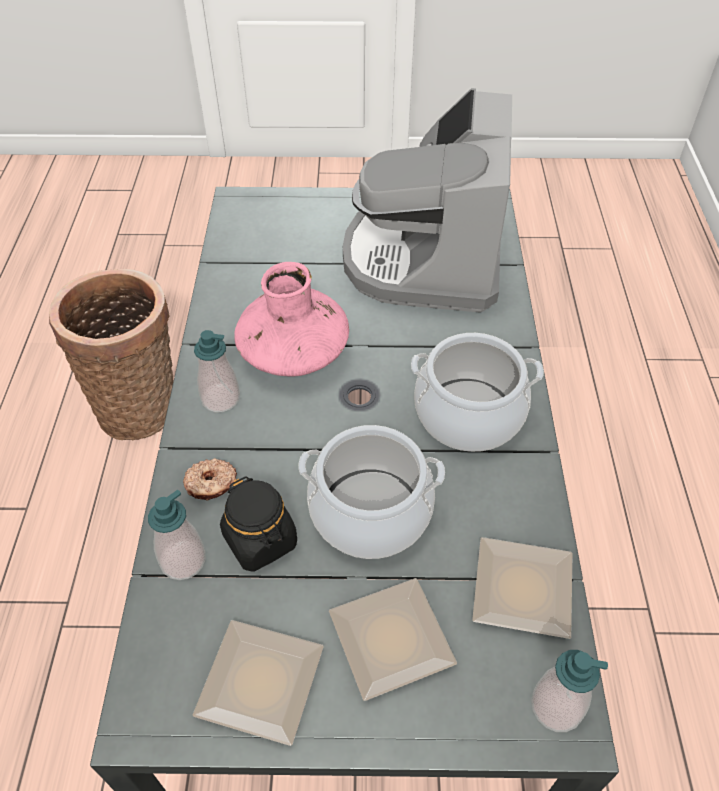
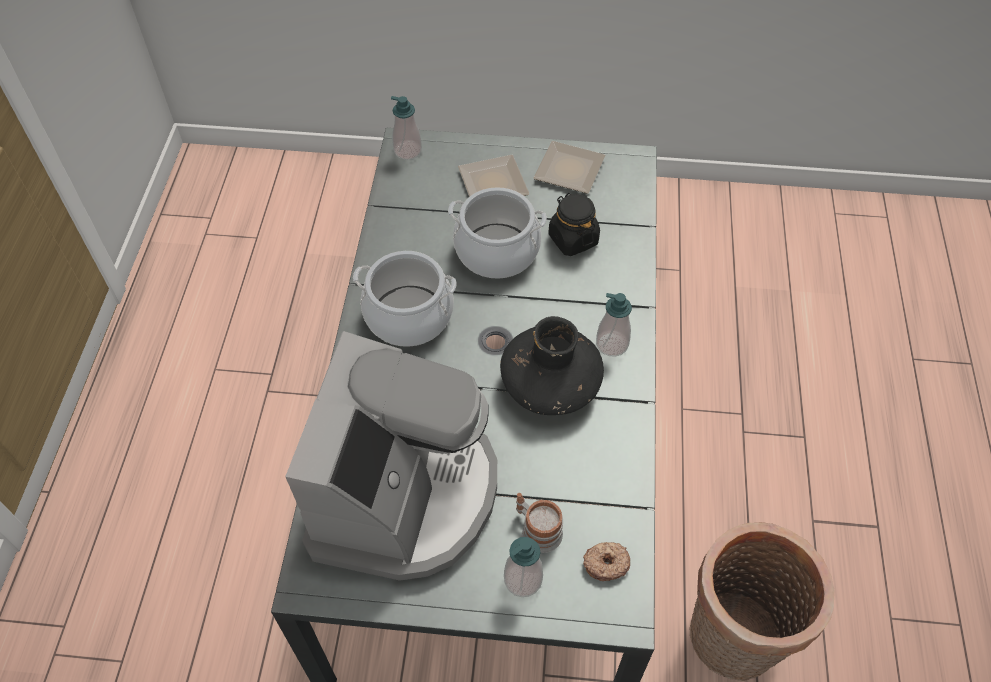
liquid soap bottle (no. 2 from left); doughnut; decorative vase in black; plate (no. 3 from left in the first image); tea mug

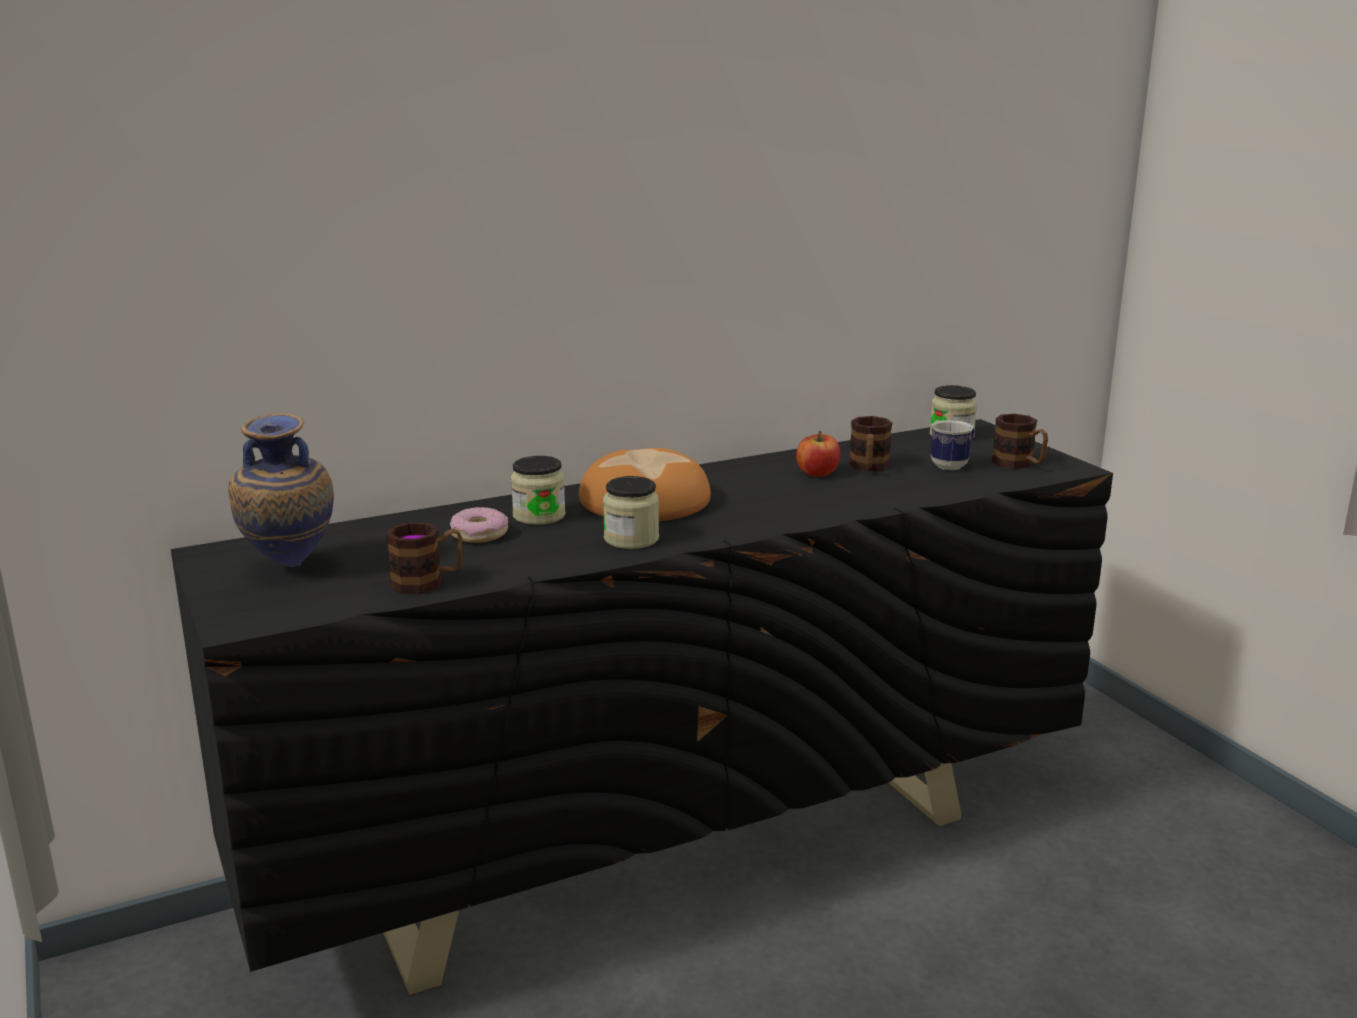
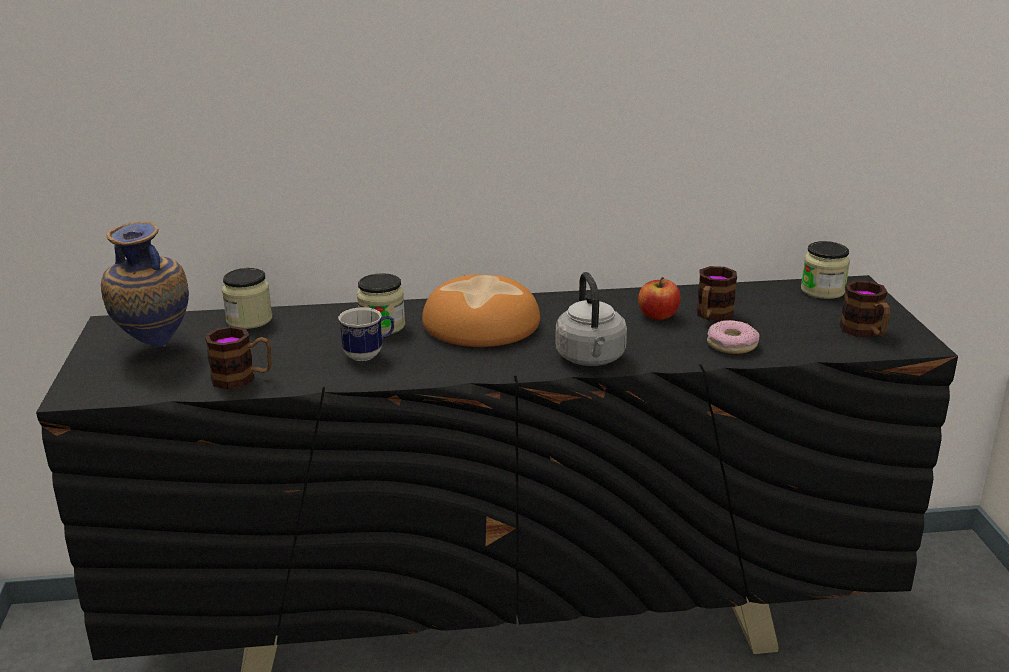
doughnut; preserve jar (no. 1 from left); tea mug (no. 2 from left); water kettle in grey

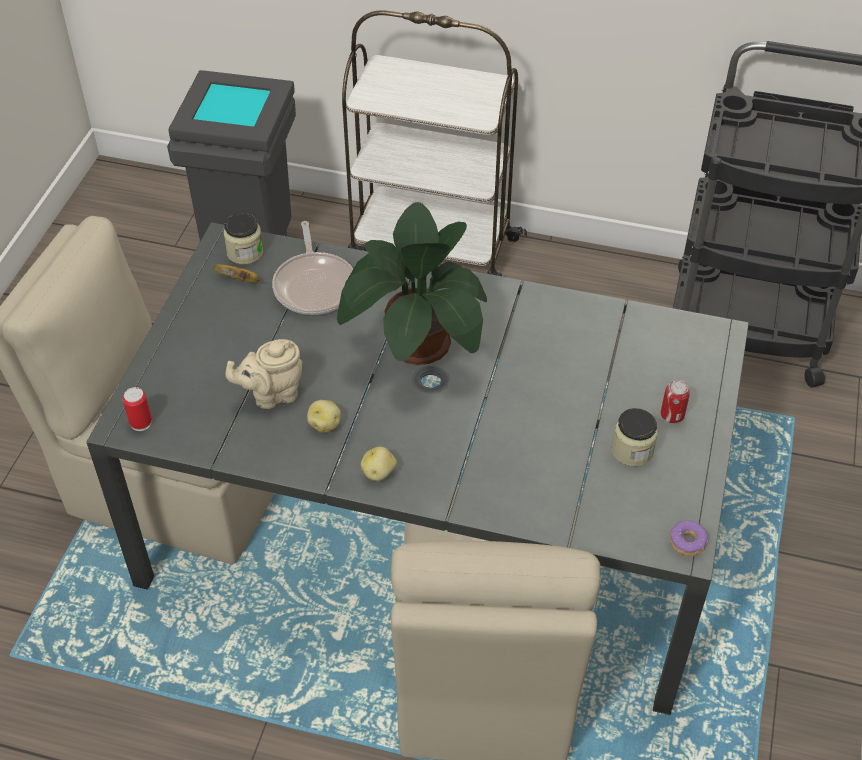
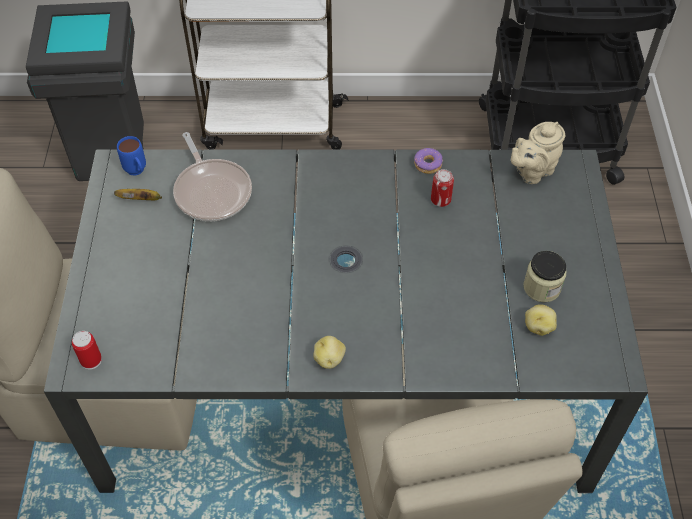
tea mug in blue; tea pot in sand-coloured; potato (no. 2 from left); potted plant; can (no. 2 from left); doughnut

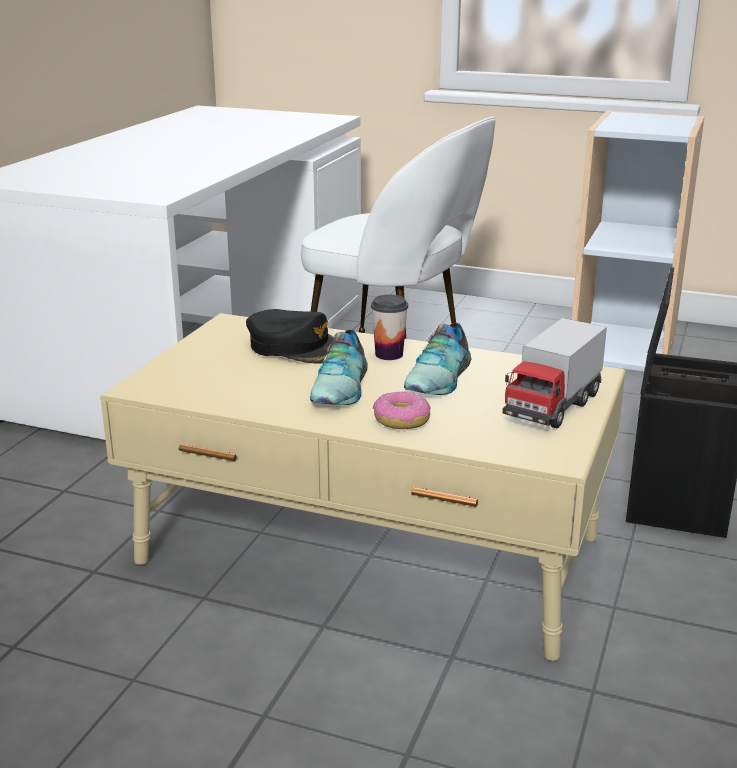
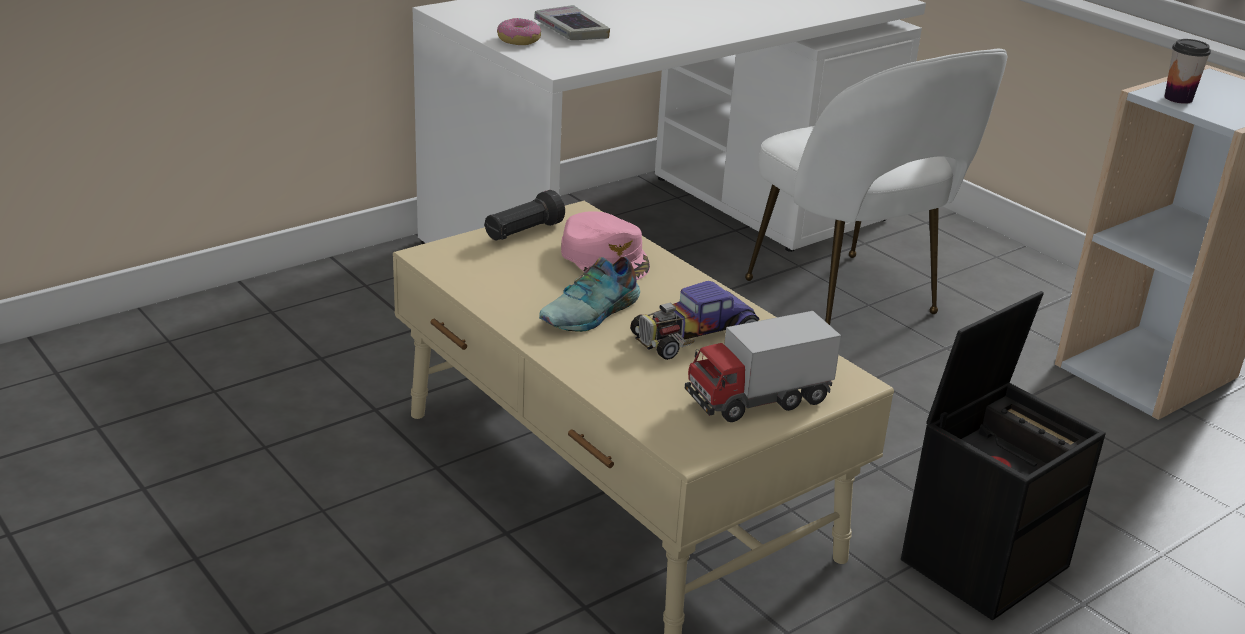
baseball cap in pink-coloured; cup; doughnut; toy car; torch in black; volume

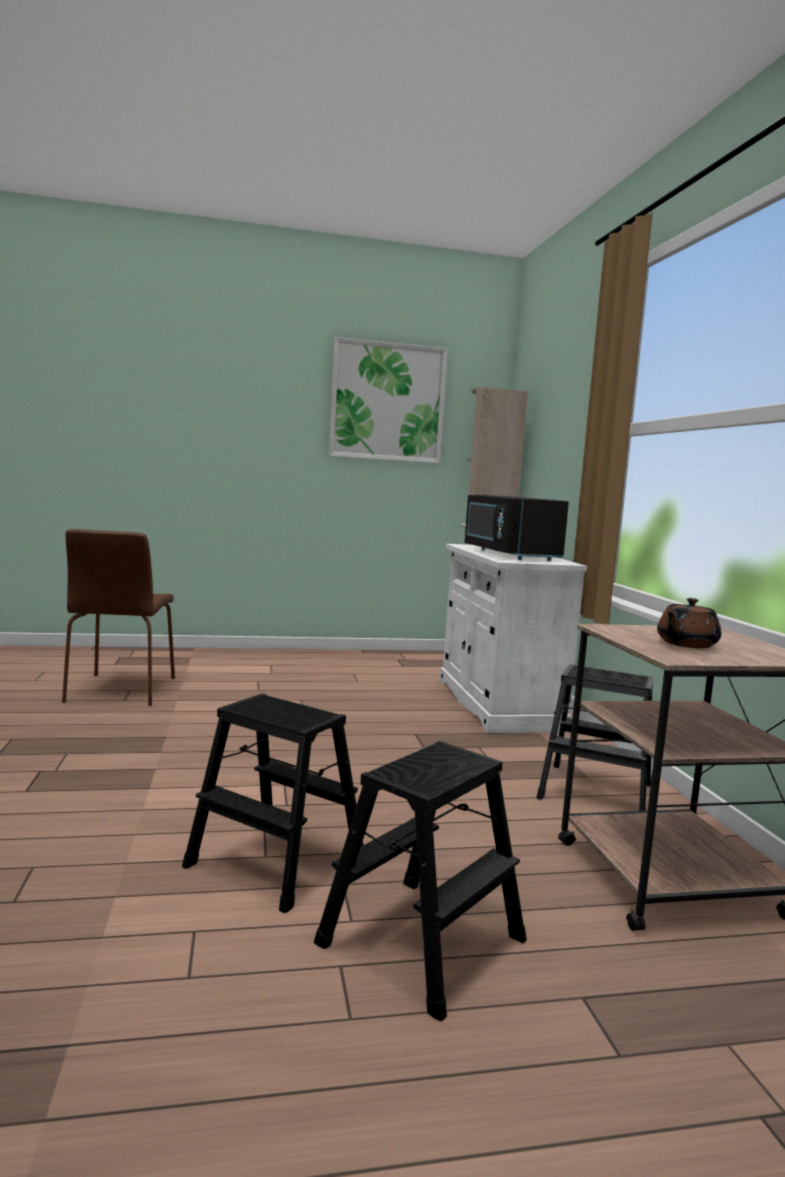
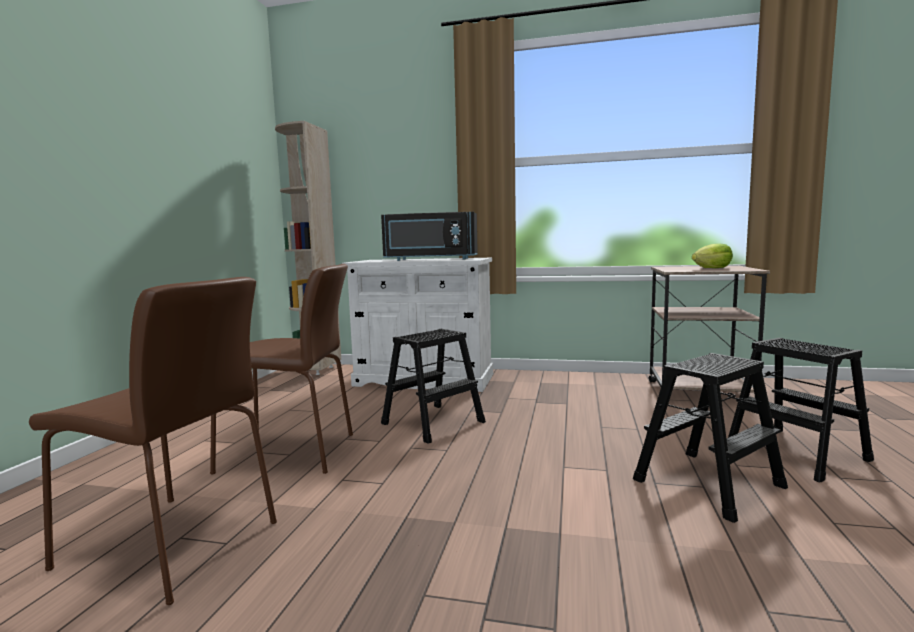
picture; step ladder in black (no. 1 from left); head of lettuce; chair in brownish (no. 2 from left)

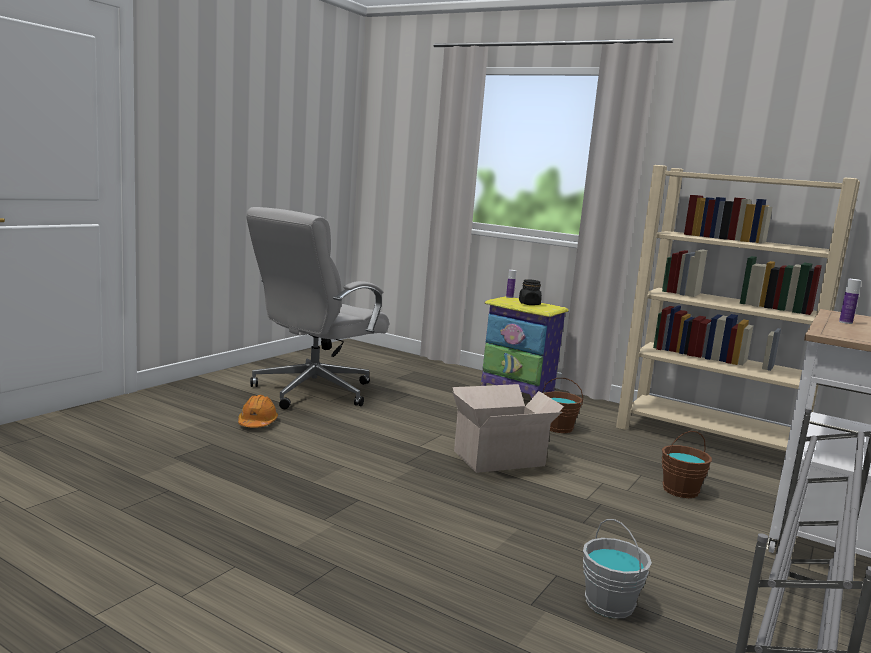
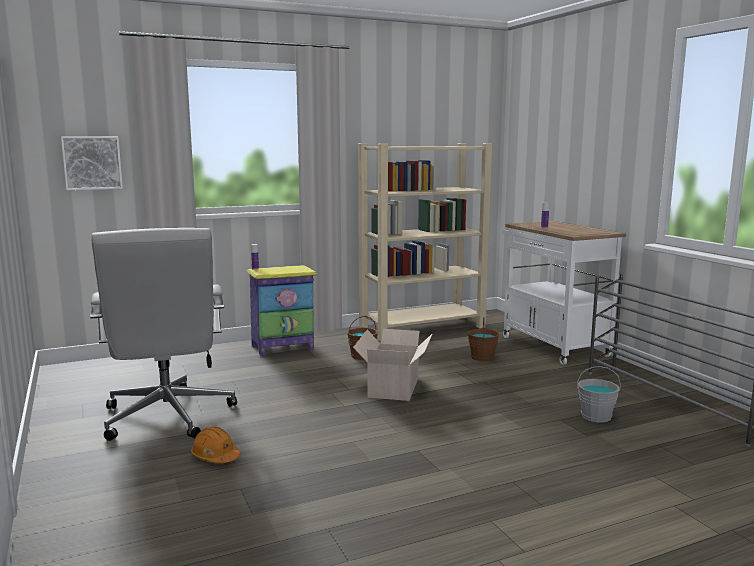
preserve jar in black; picture

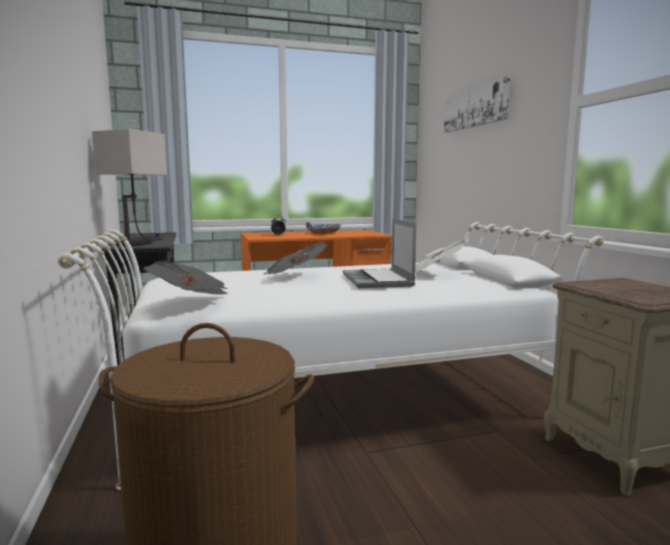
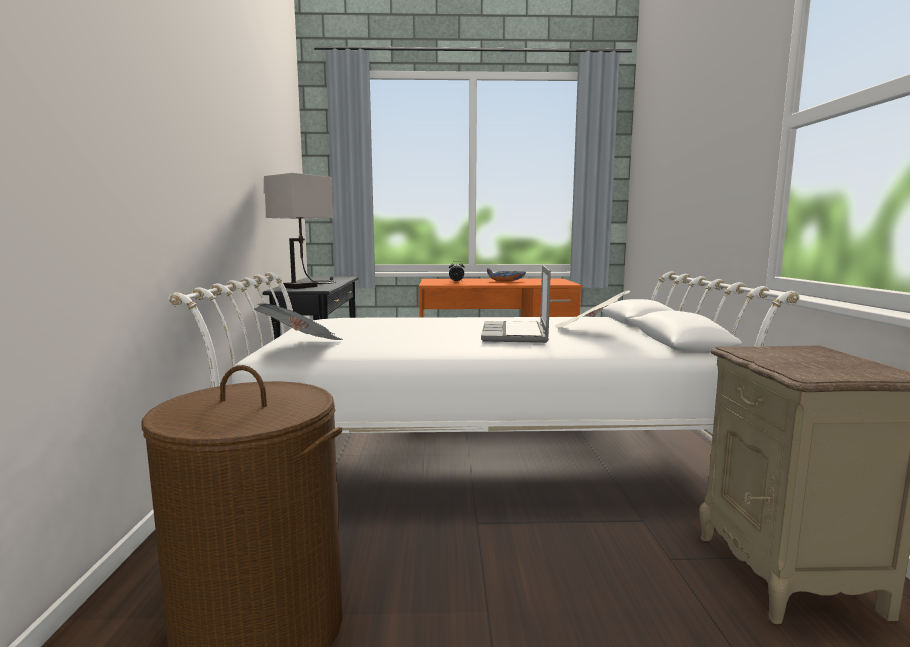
newspaper (no. 2 from left in the first image); picture

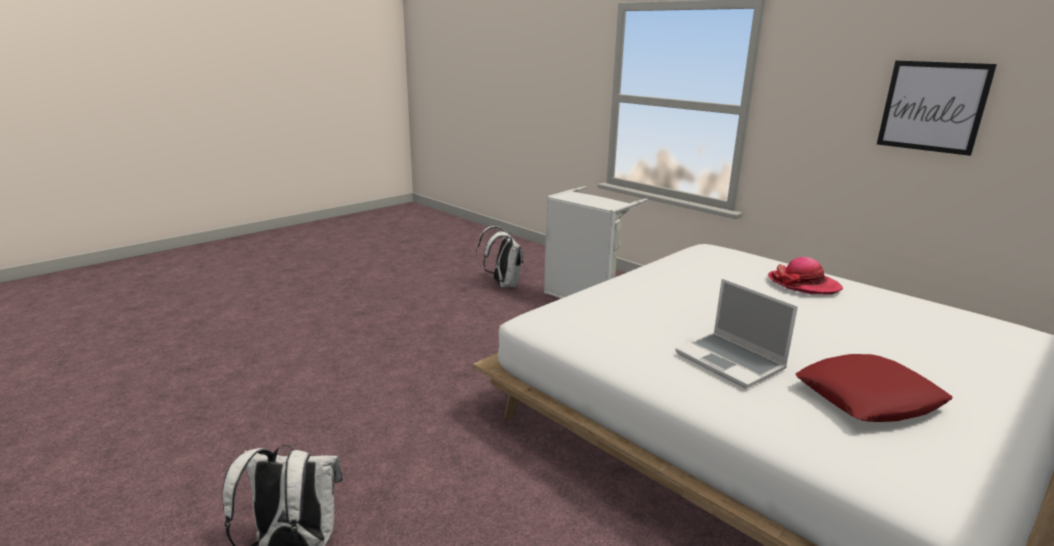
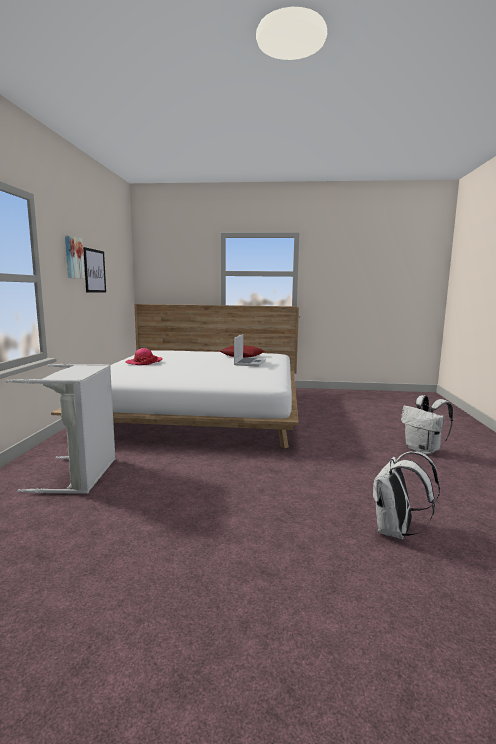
knapsack in whitish (no. 1 from left); picture (no. 1 from left)

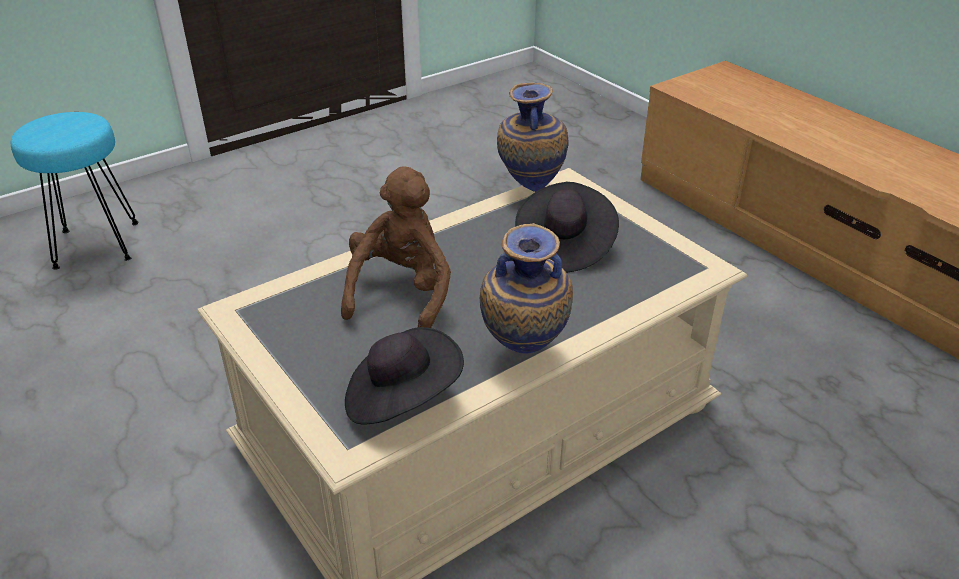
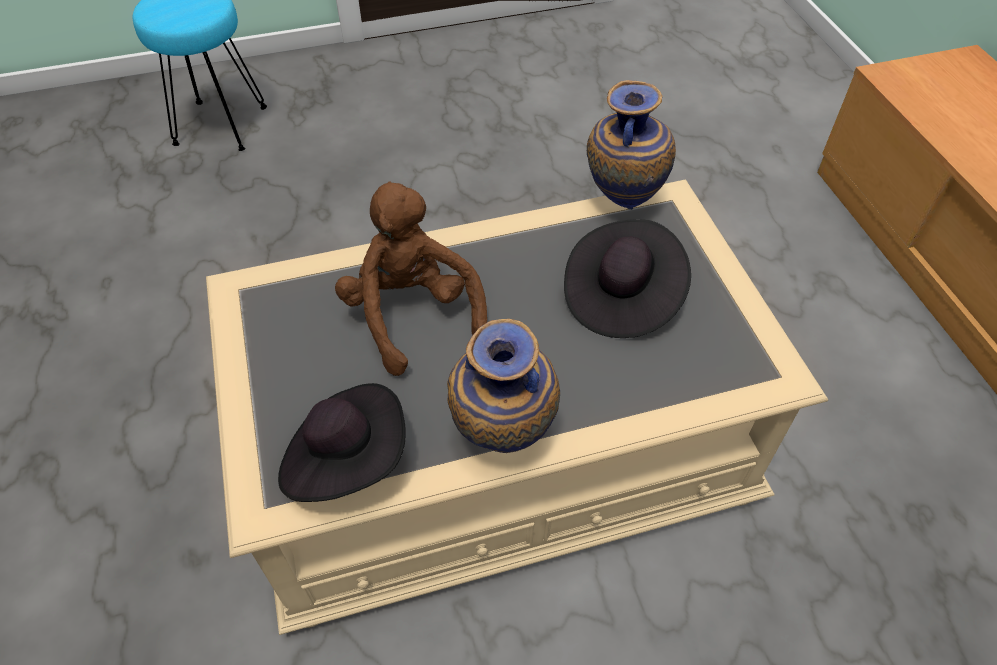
soft toy in brownish

